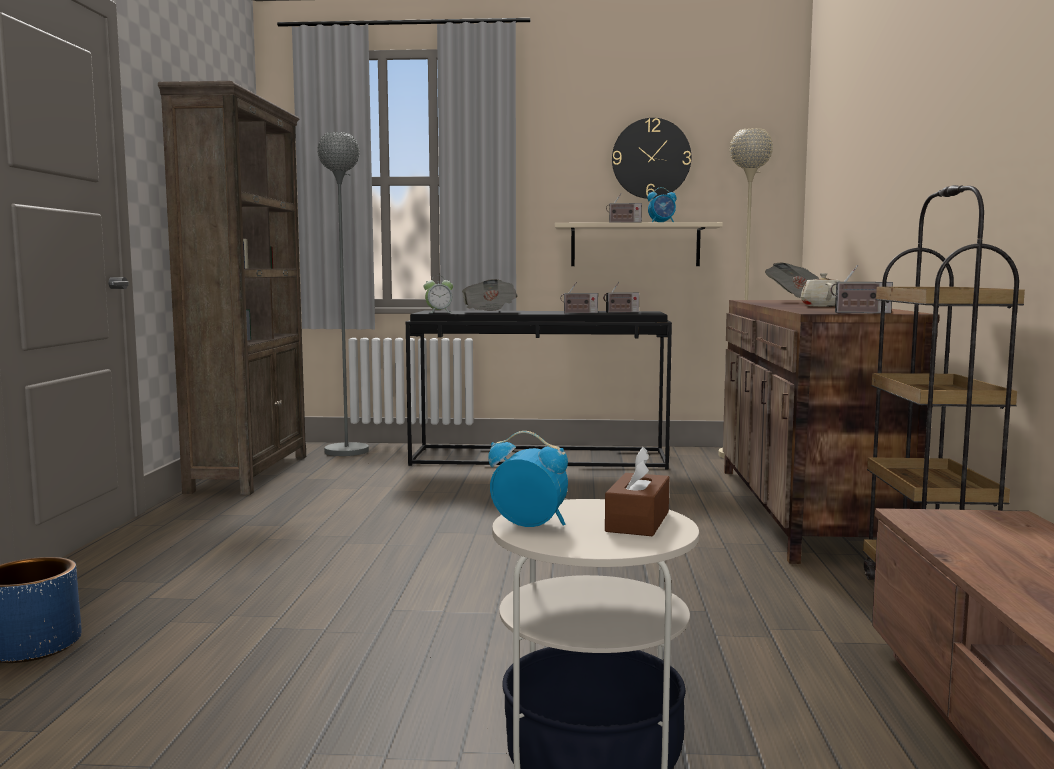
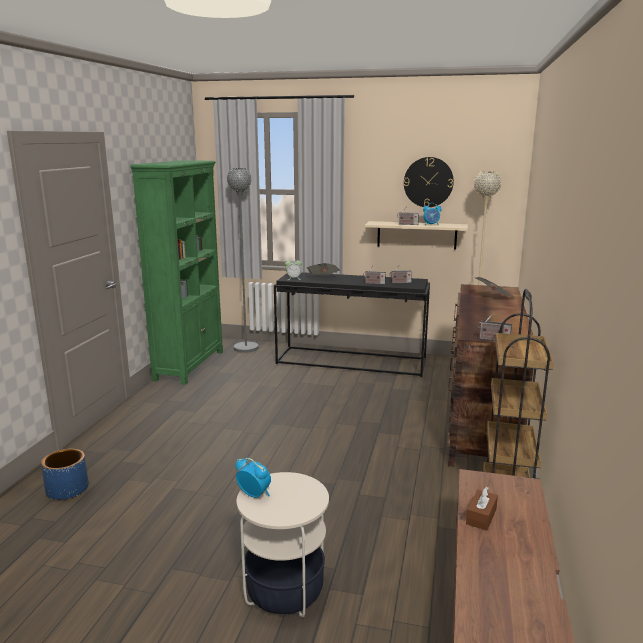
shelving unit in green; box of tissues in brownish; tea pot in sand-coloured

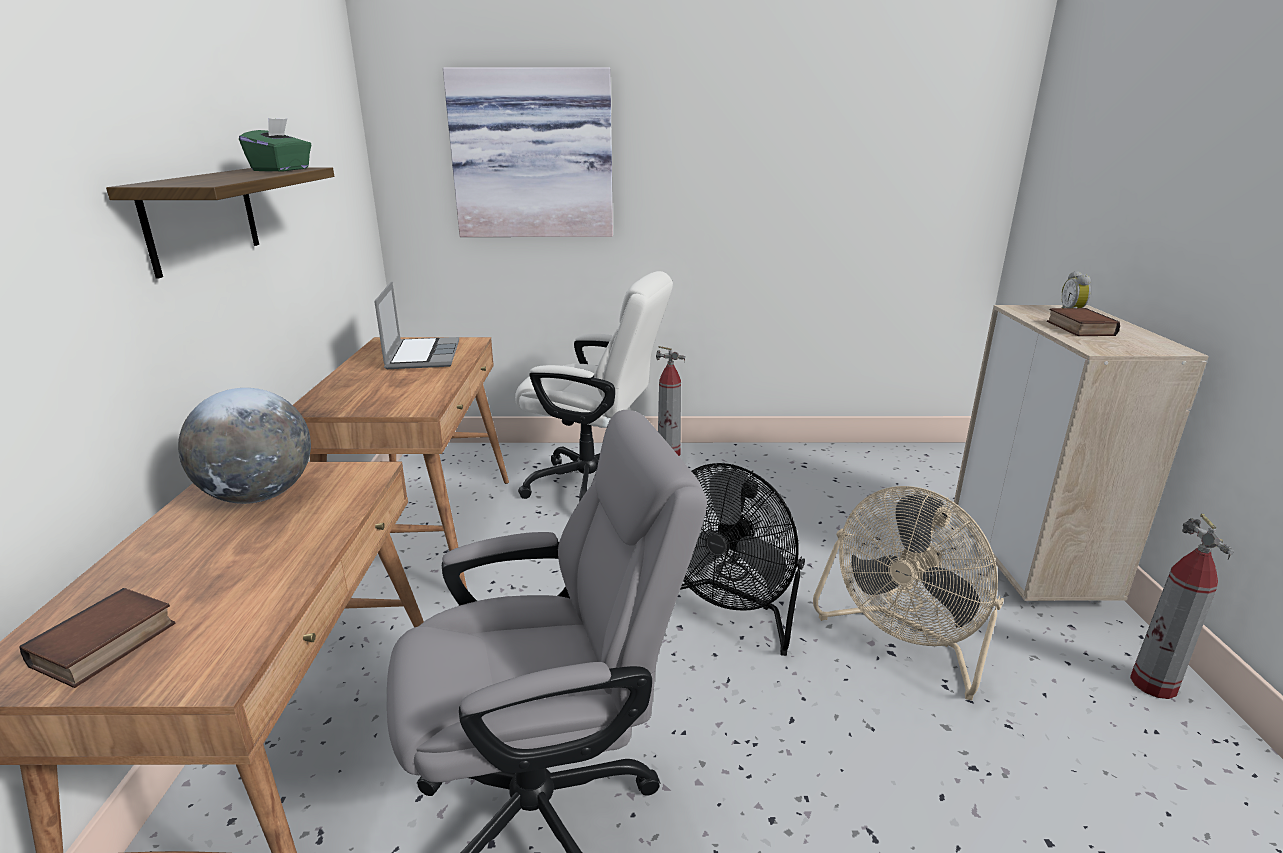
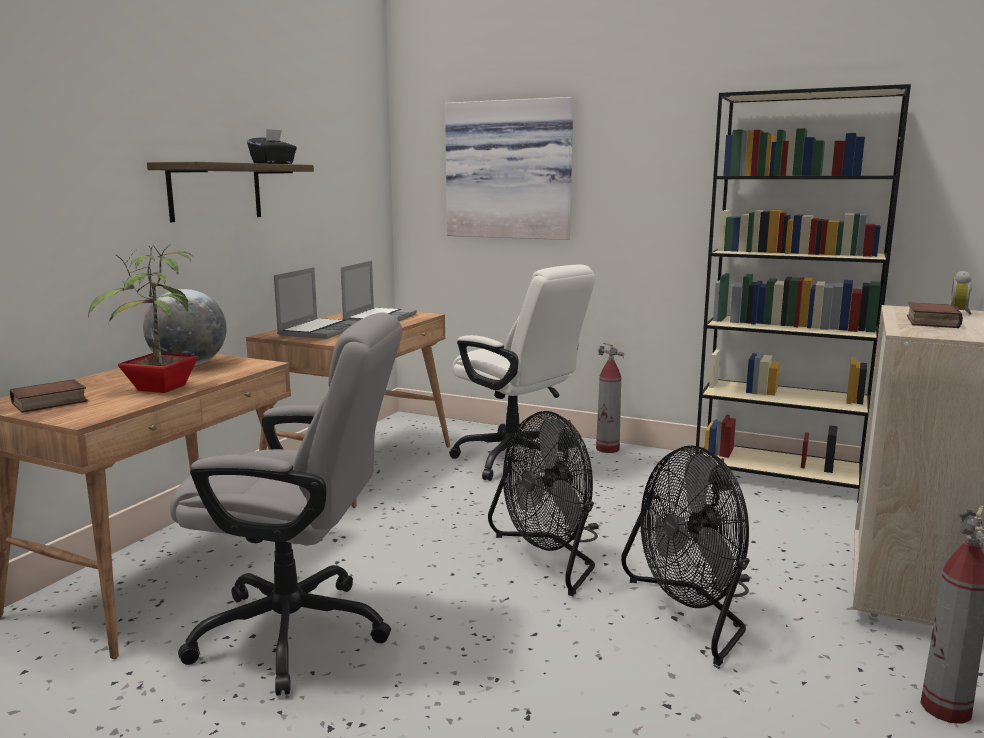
box of tissues in black; fan in black (no. 2 from left); potted plant; portable computer (no. 1 from left); shelving unit in sand-coloured

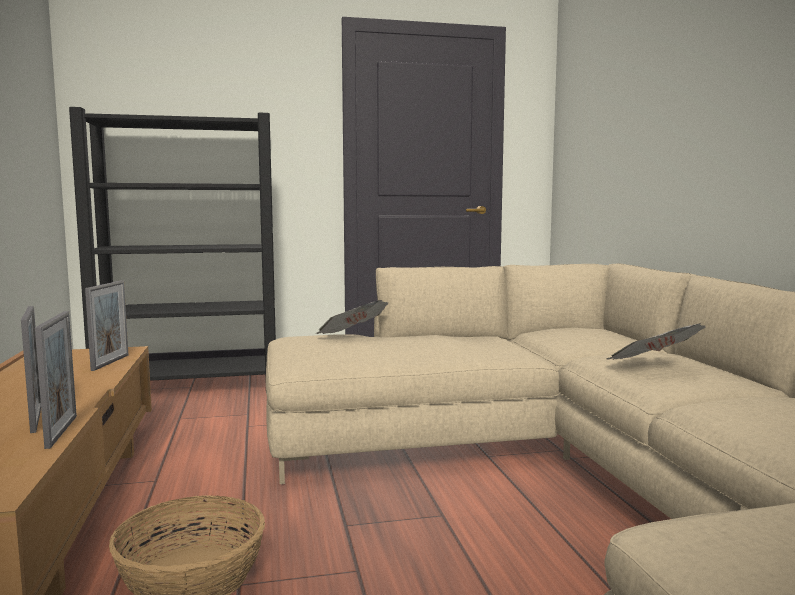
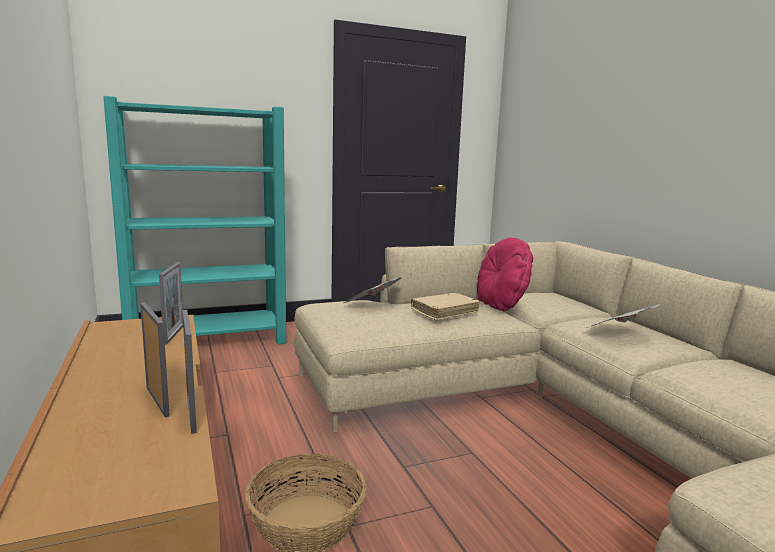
shelving unit in turquoise-coloured; volume in sand-coloured; pillow in pink-coloured

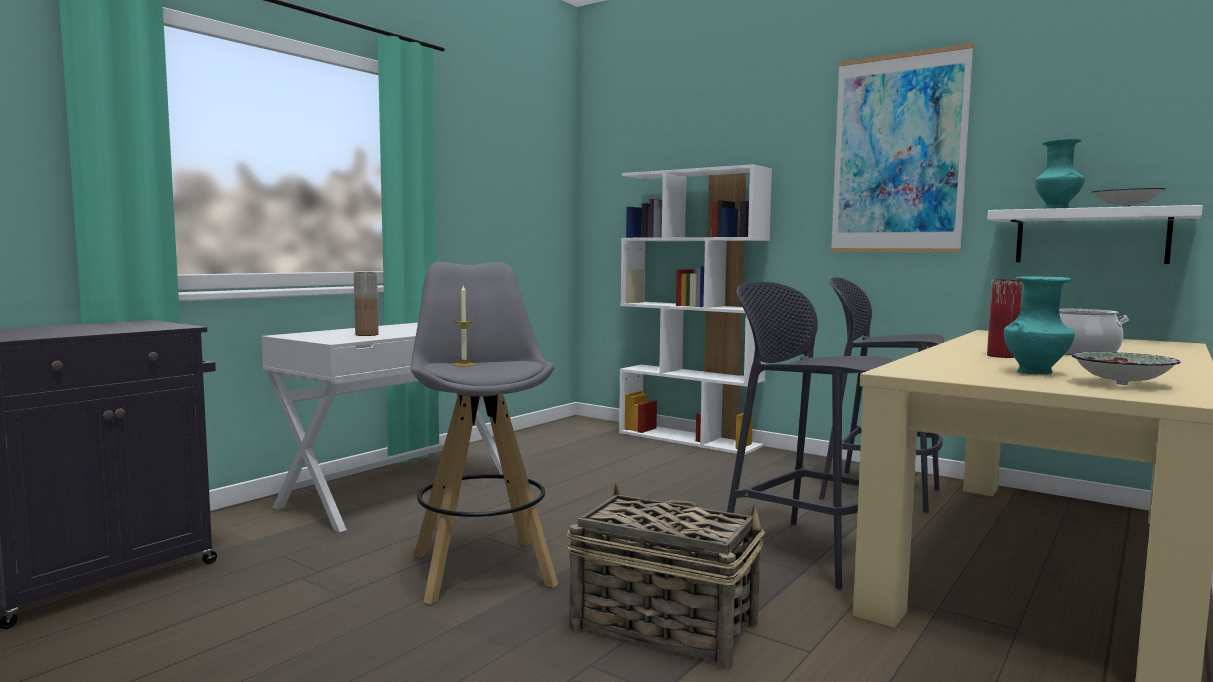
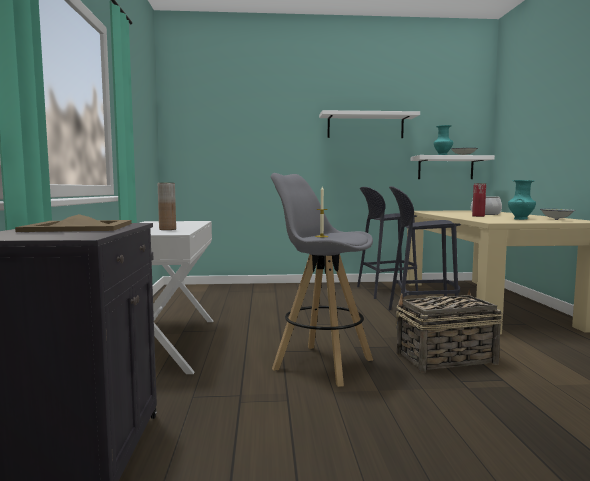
shelving unit in whitish; bracket shelf in whitish (no. 1 from left); carrying tray in sand-coloured

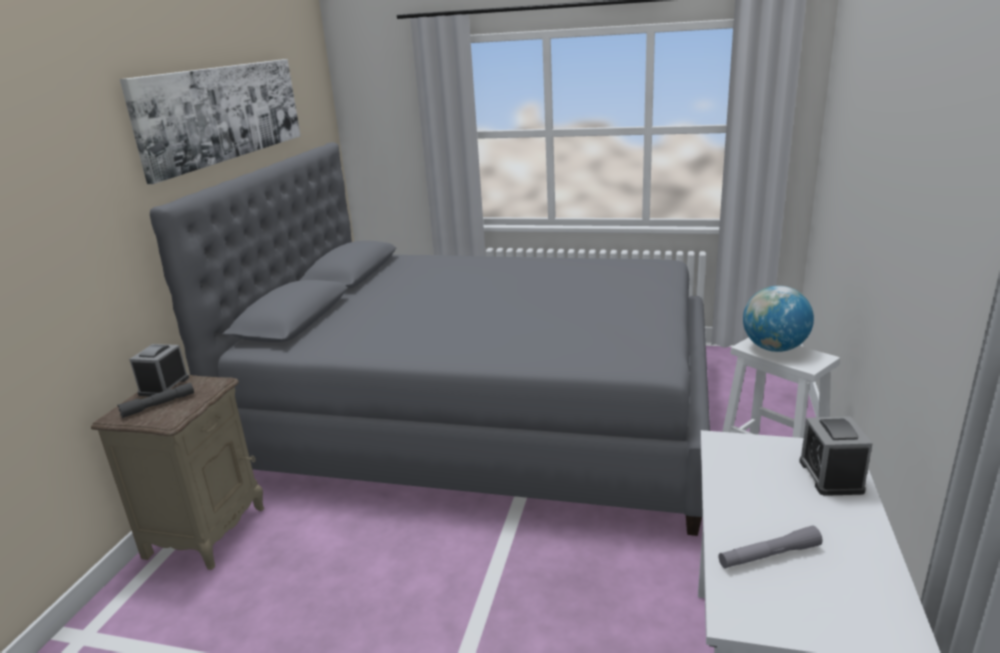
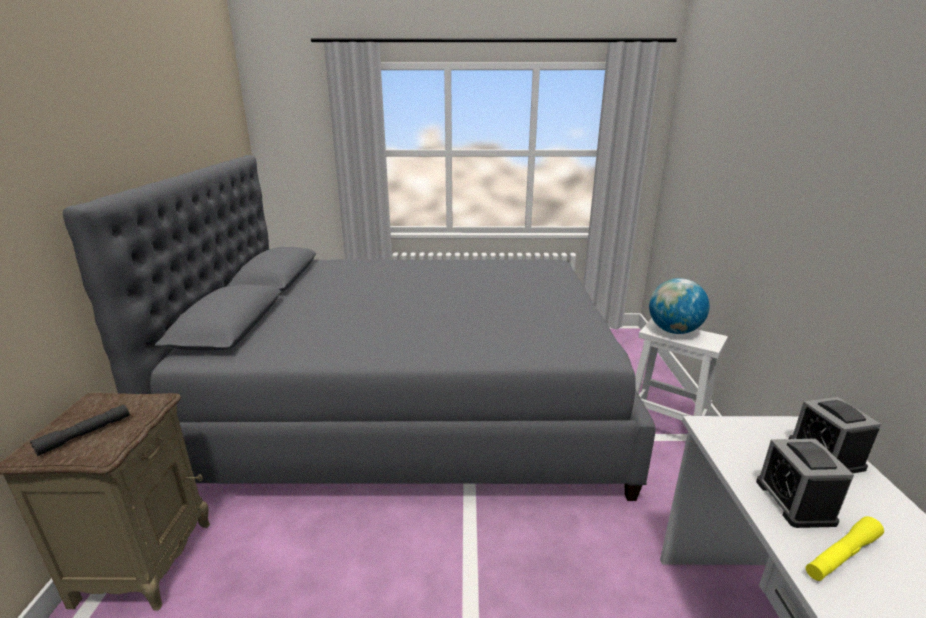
picture; alarm clock (no. 1 from left); torch in yellow-coloured

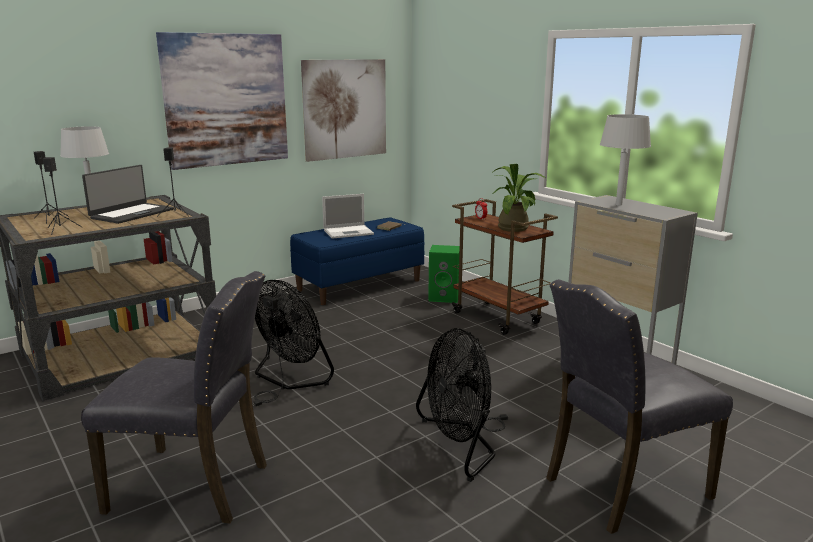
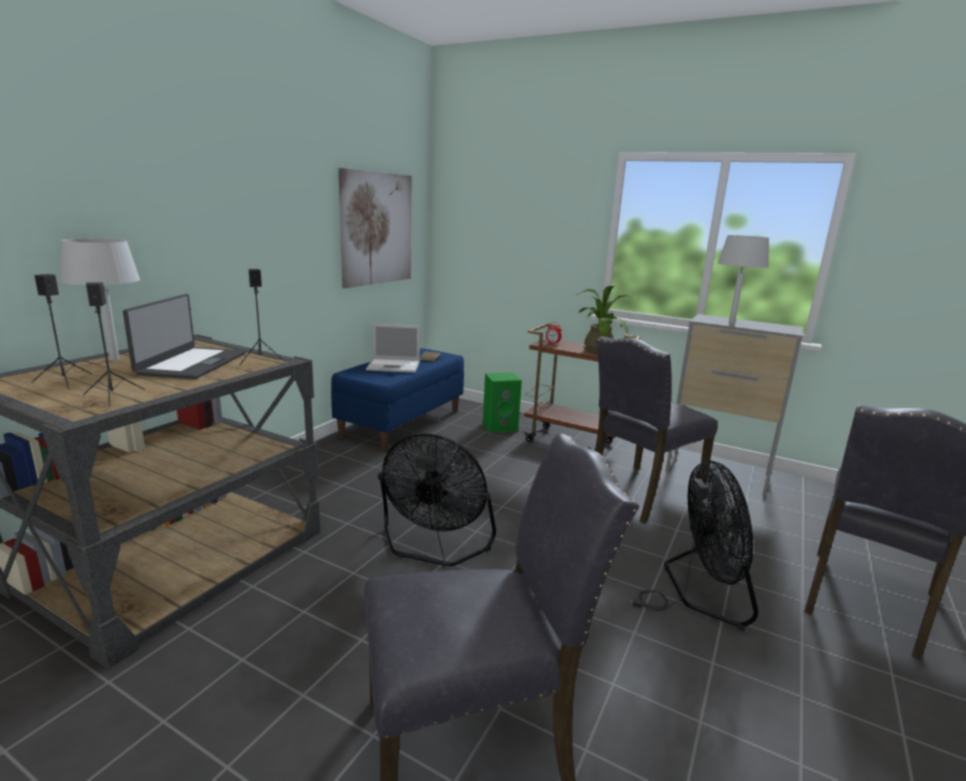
picture (no. 1 from left in the first image); portable computer (no. 2 from left); fan in black (no. 2 from left); chair in grey (no. 2 from left)

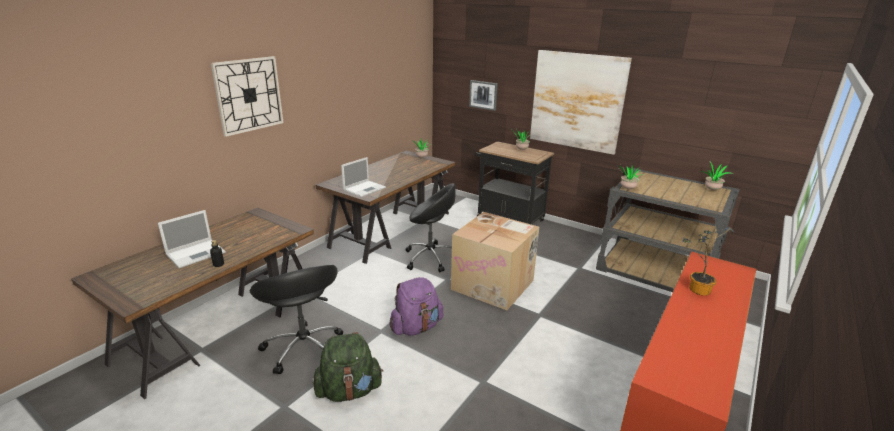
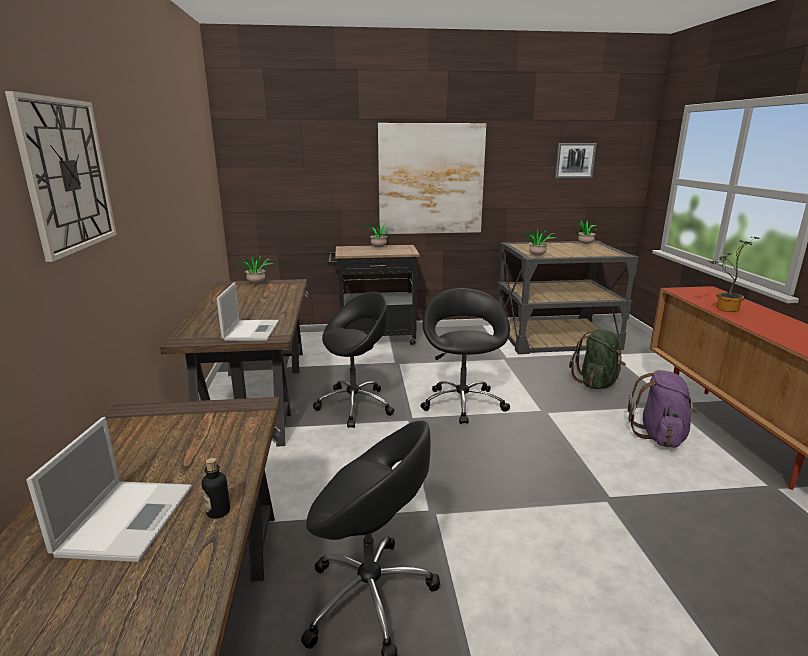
knapsack in green; knapsack in purplish; desk chair in black (no. 3 from left); picture (no. 2 from left)

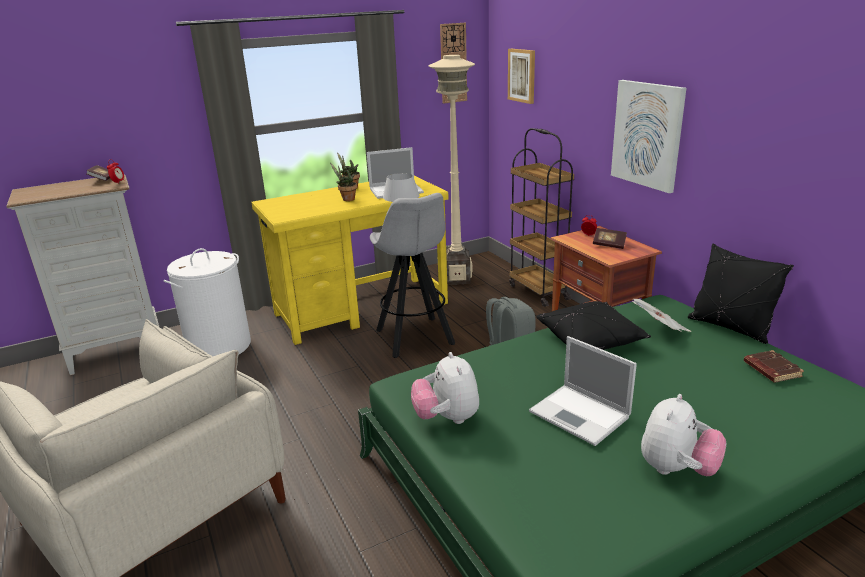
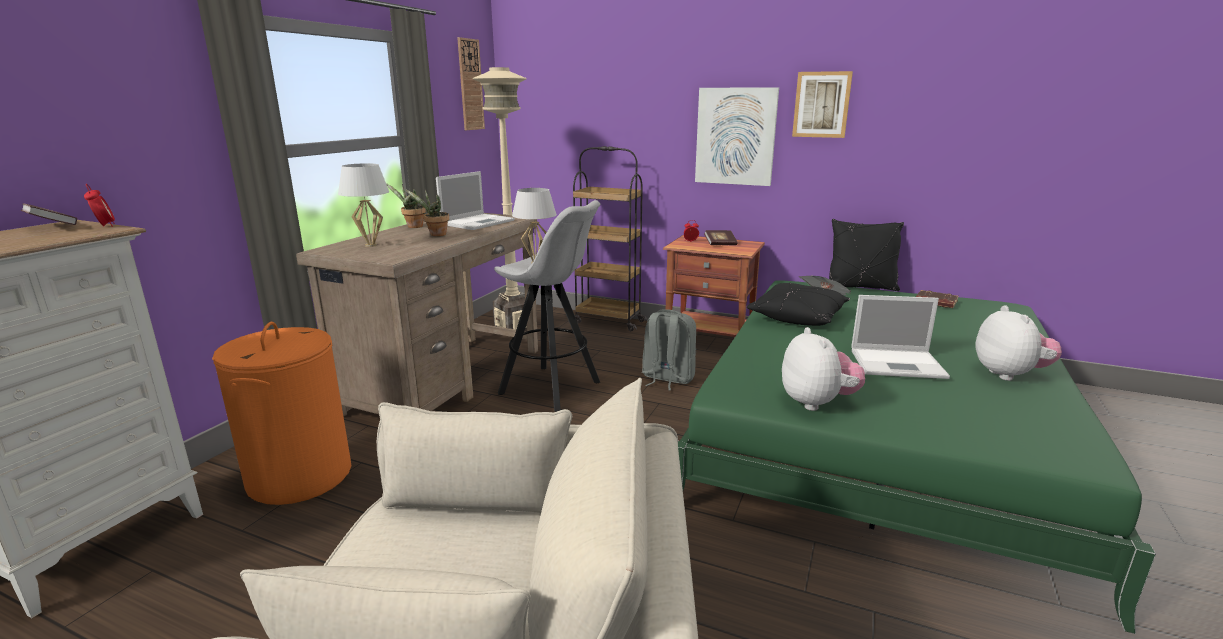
laundry basket in orange; desk table in brownish; soft toy (no. 1 from left); picture (no. 2 from left); table lamp in whitish (no. 1 from left)

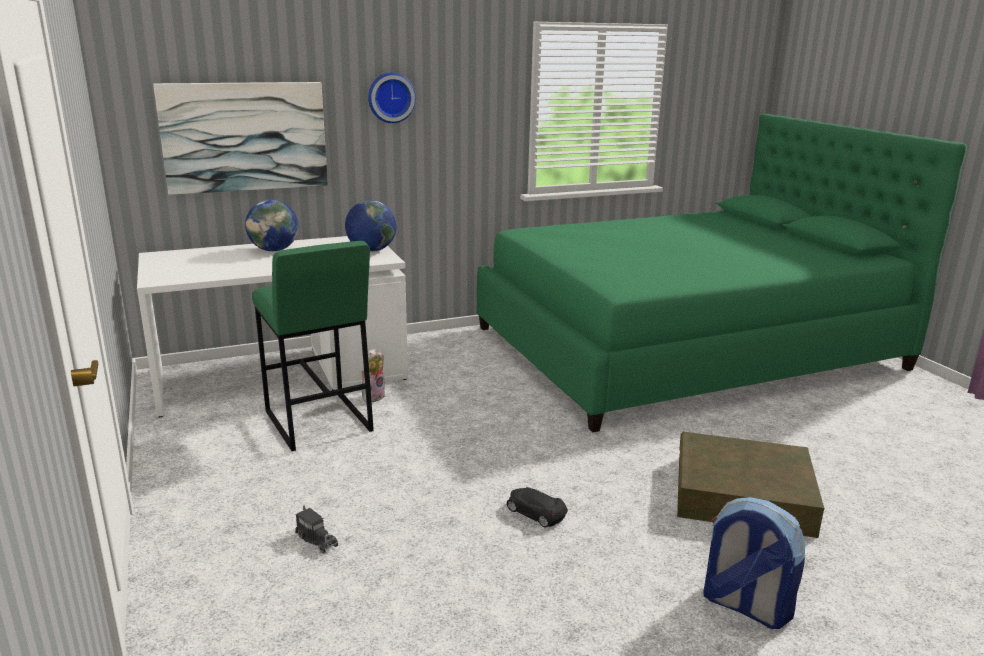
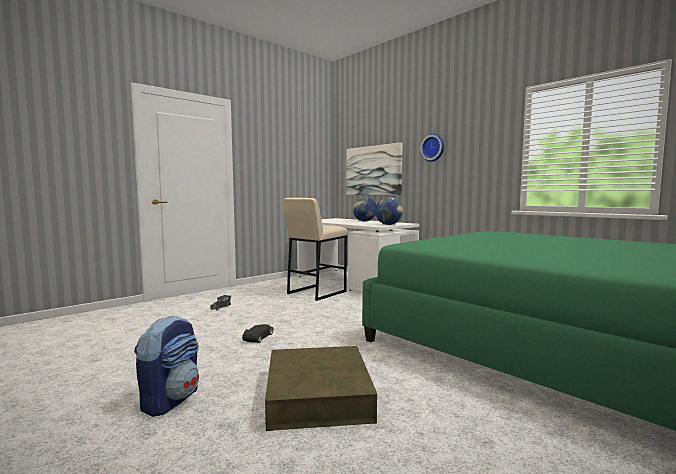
stool in sand-coloured; soft toy

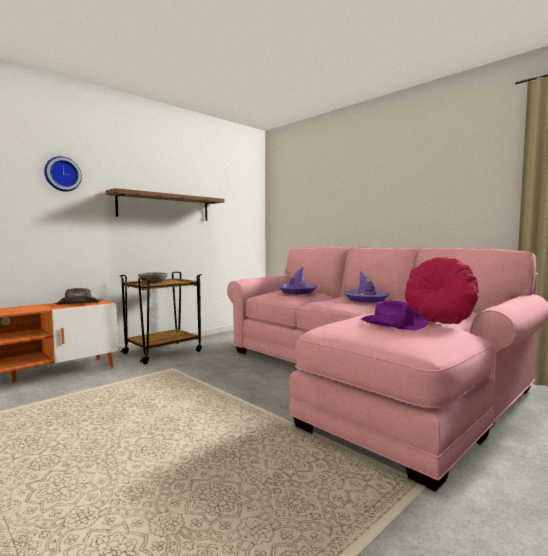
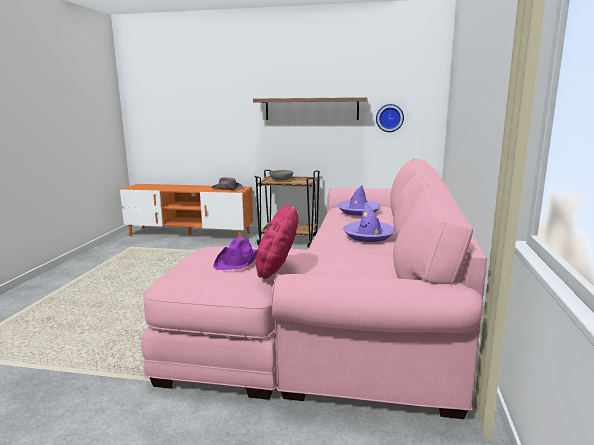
wall clock

